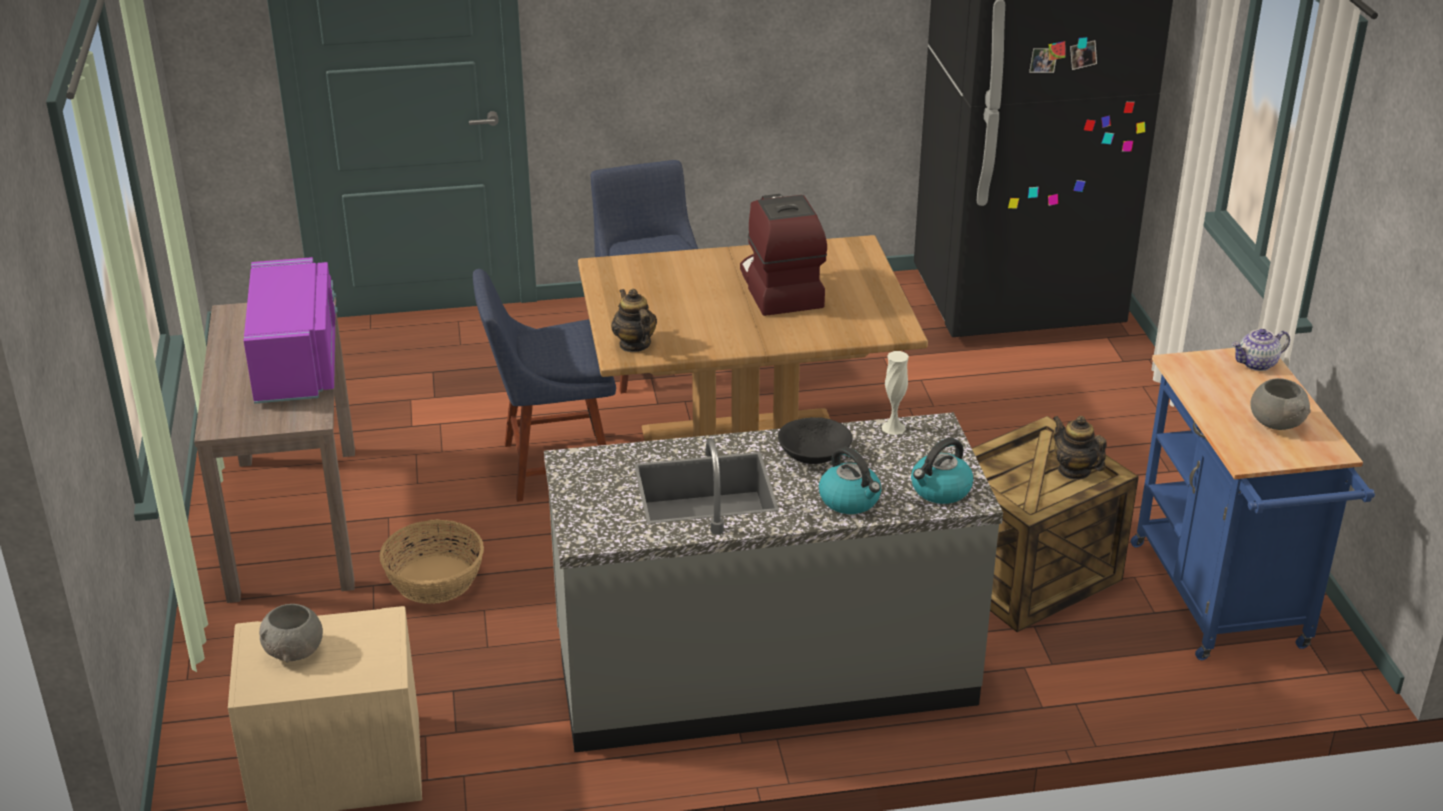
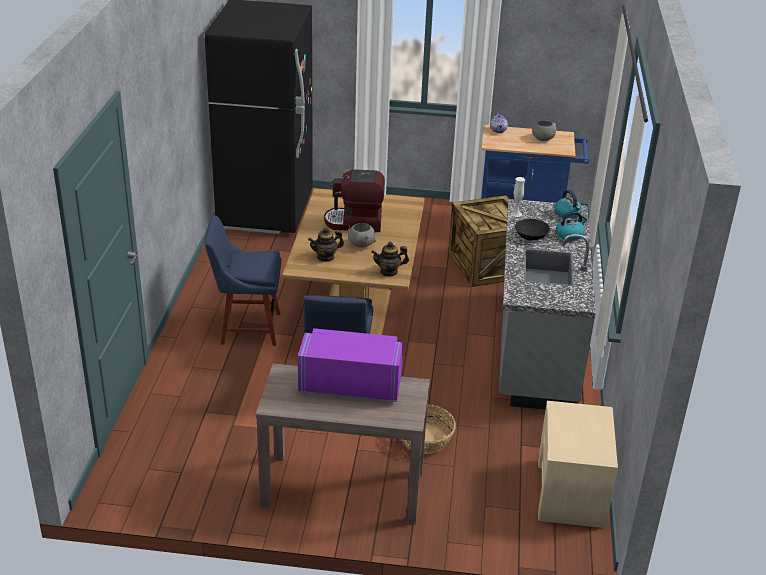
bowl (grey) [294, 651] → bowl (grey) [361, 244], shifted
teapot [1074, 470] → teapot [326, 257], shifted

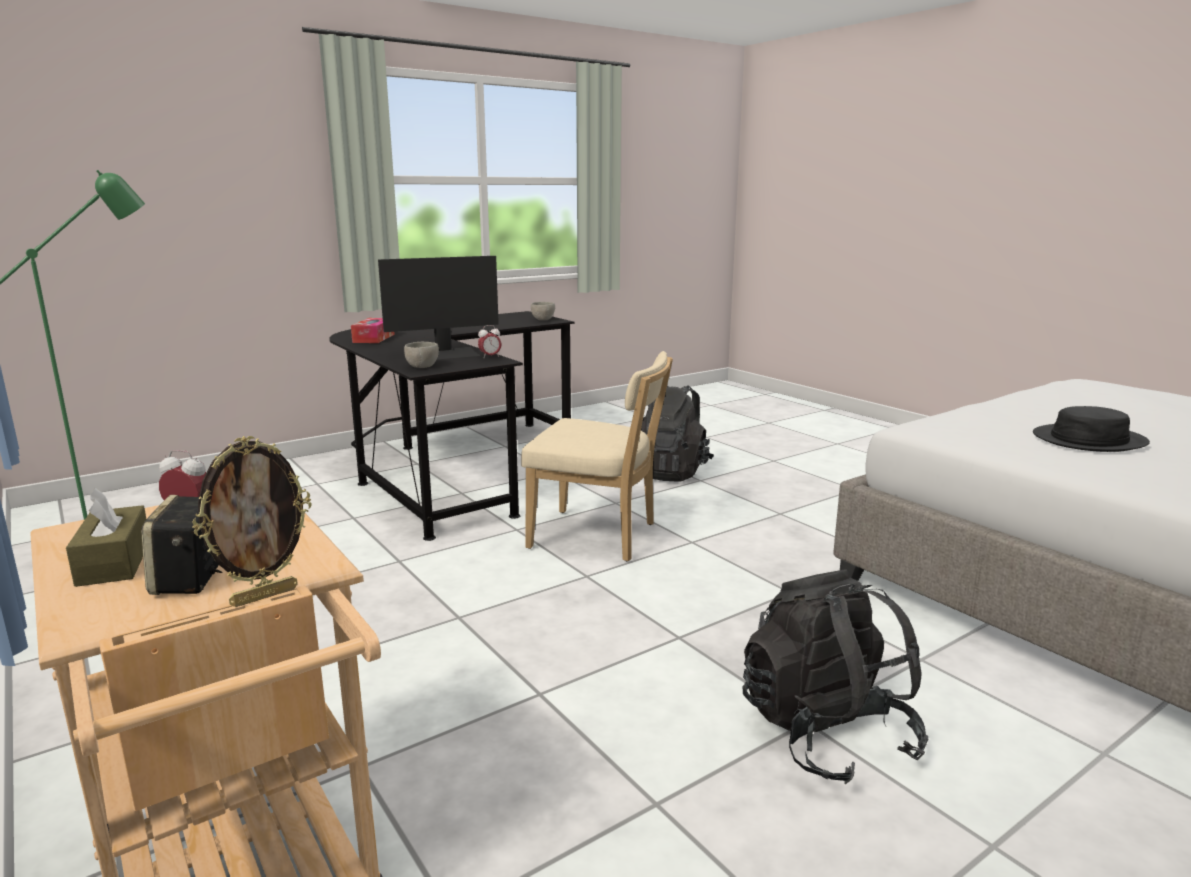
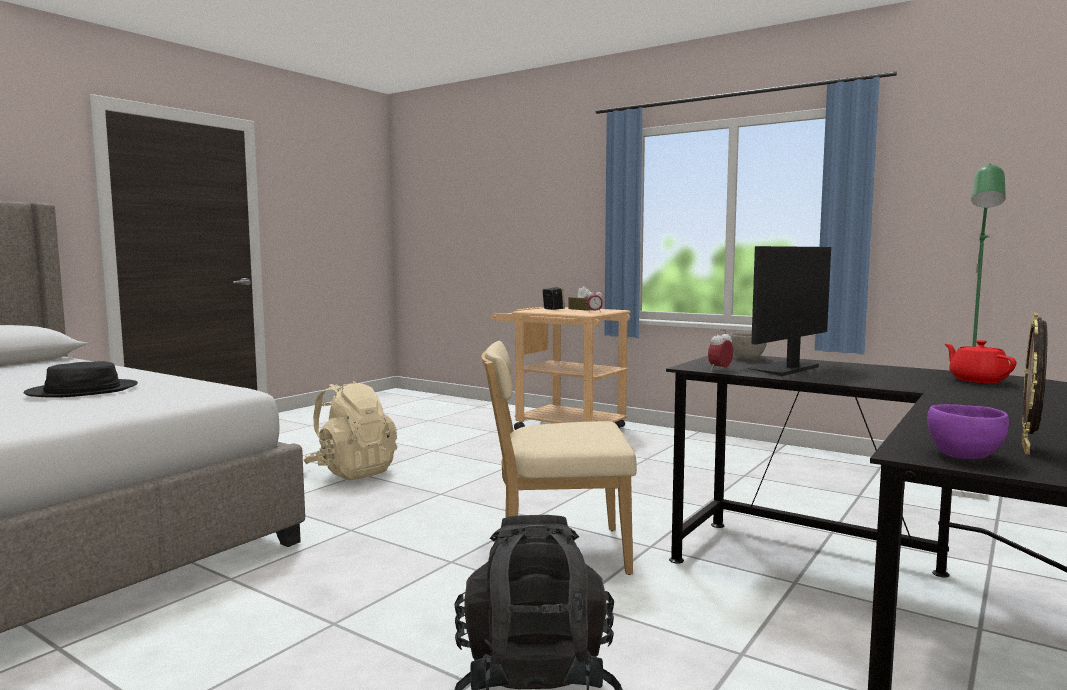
picture frame [264, 596] → picture frame [1028, 449], shifted
tissue box [374, 338] → teapot (red) [977, 380]
bowl (grey) [542, 319] → bowl (purple) [965, 455]
backpack (black) [826, 734] → backpack (beige) [352, 472]

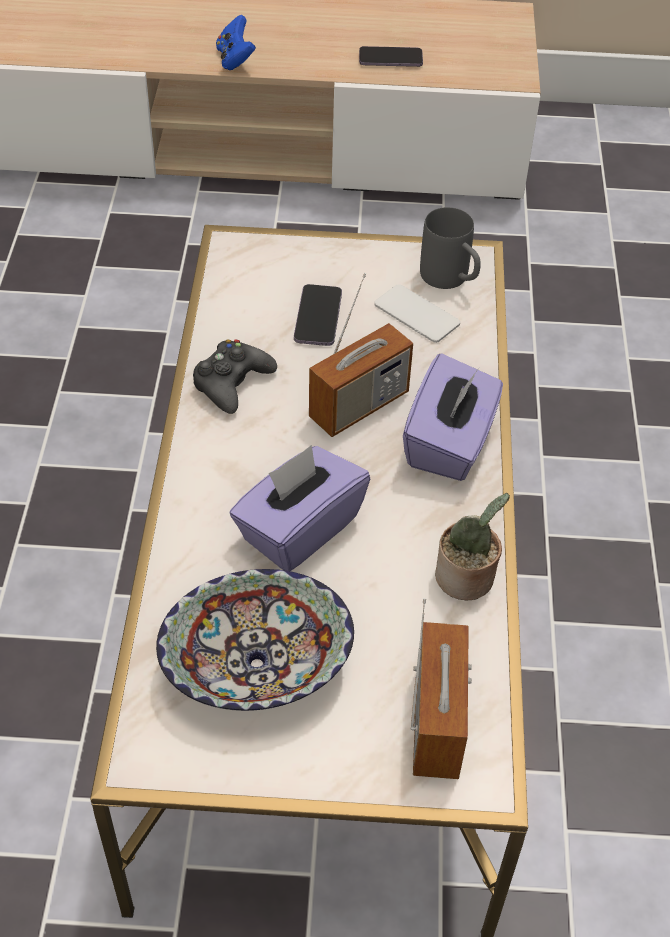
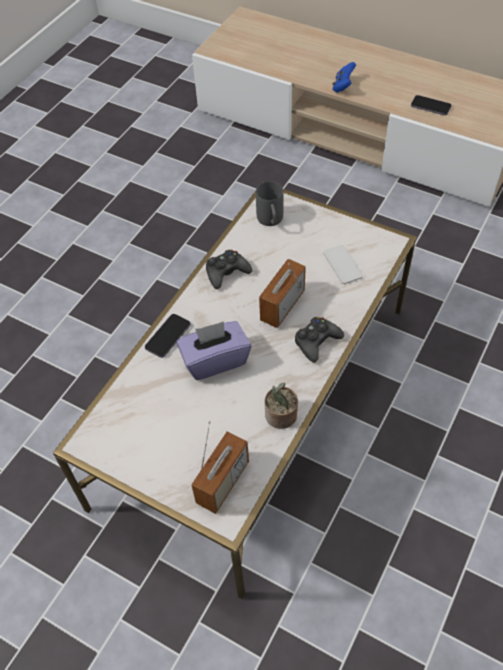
bowl [256, 664] → -
phone [318, 317] → phone [168, 336], shifted
mug (grey) [451, 280] → mug (grey) [271, 221], shifted
tissue box (purple) [450, 443] → game controller (black) [316, 342]
radio [359, 406] → radio [282, 306], 135 degrees clockwise

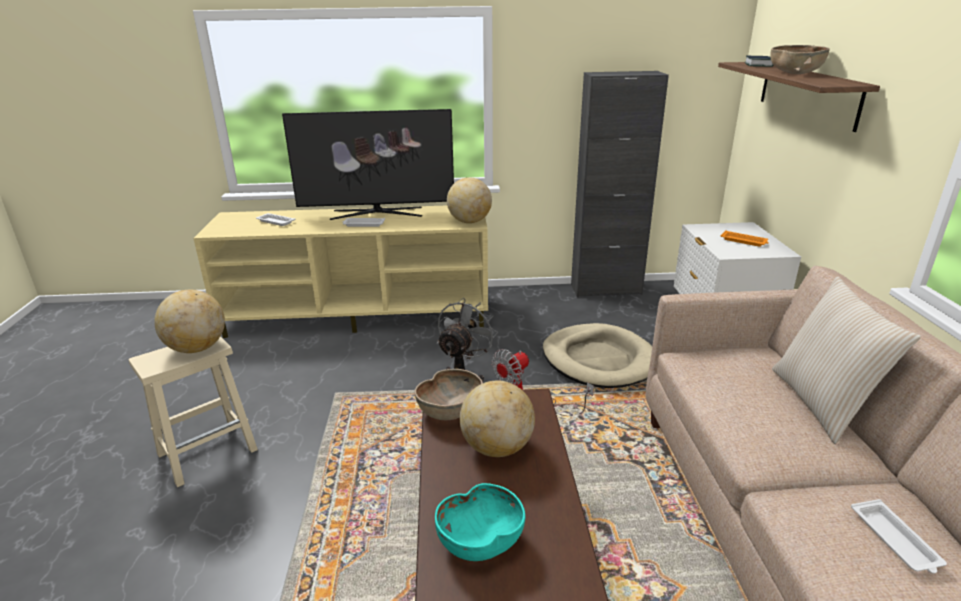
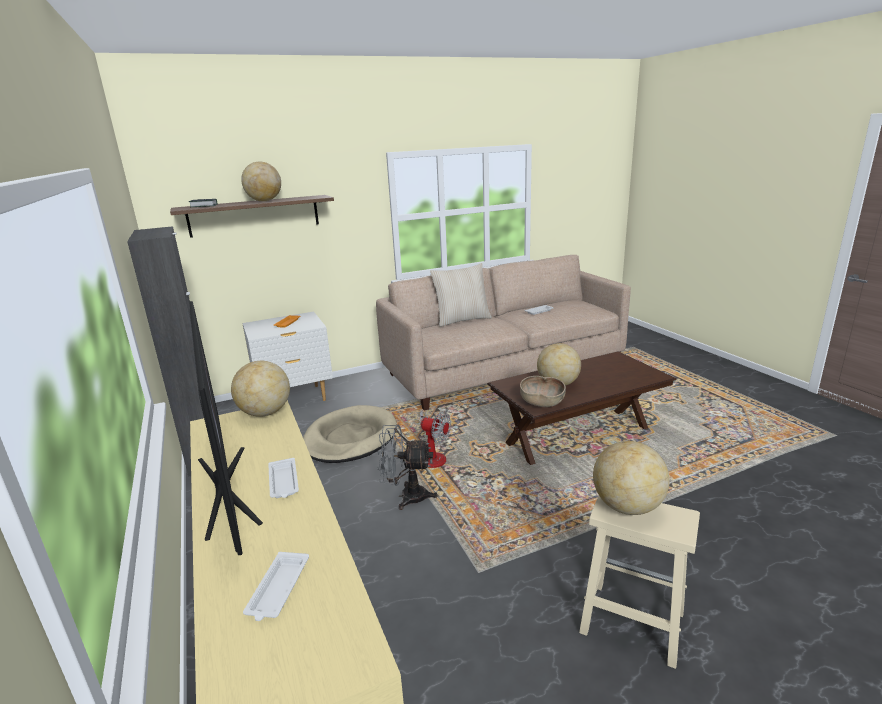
bowl (turquoise) [480, 542] → -
bowl (brown) [795, 73] → globe [264, 201]

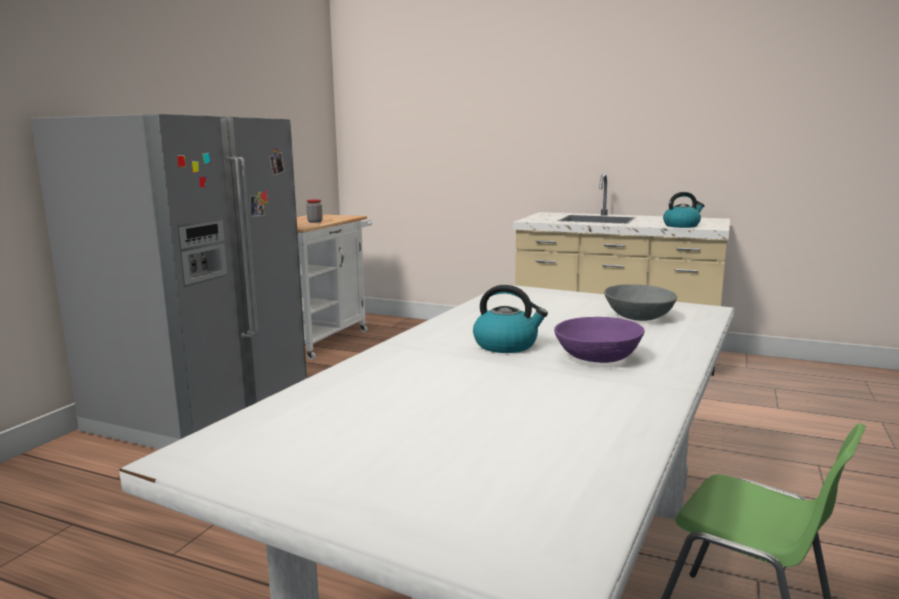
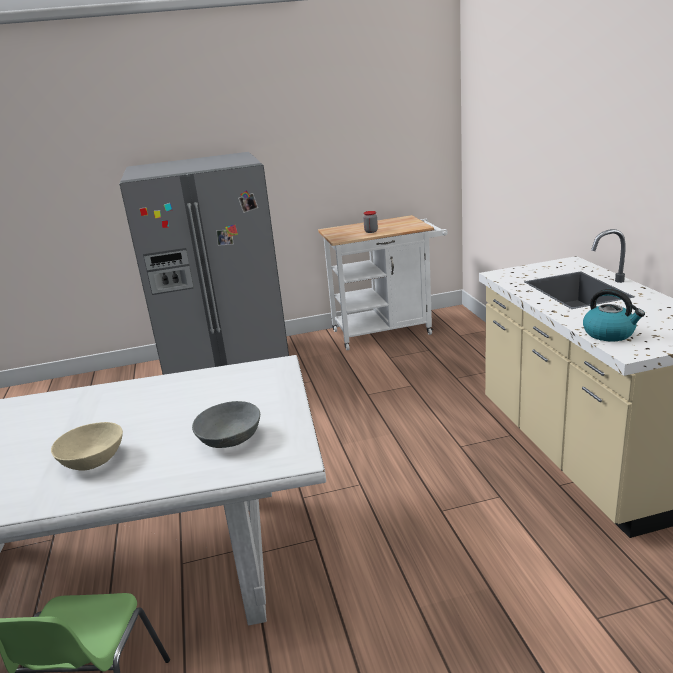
kettle [506, 345] → -
bowl (purple) [597, 357] → bowl (beige) [94, 460]

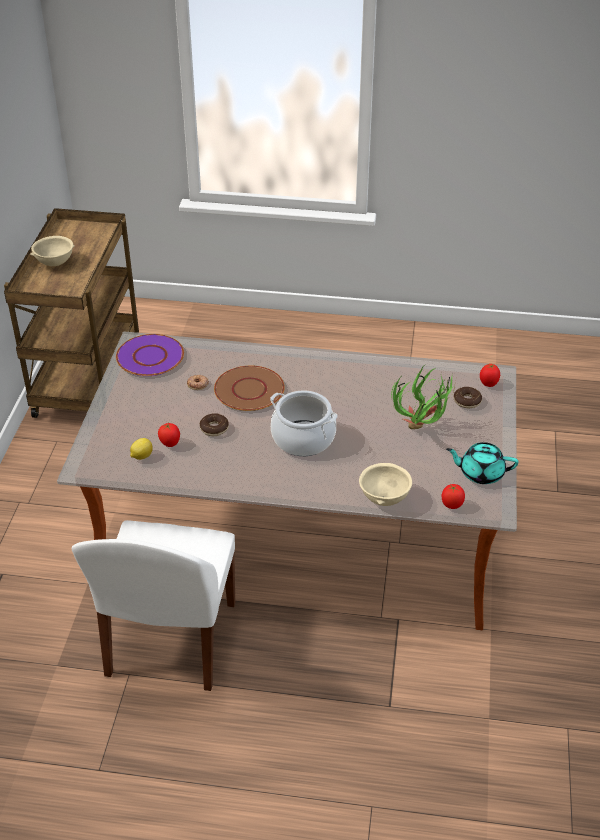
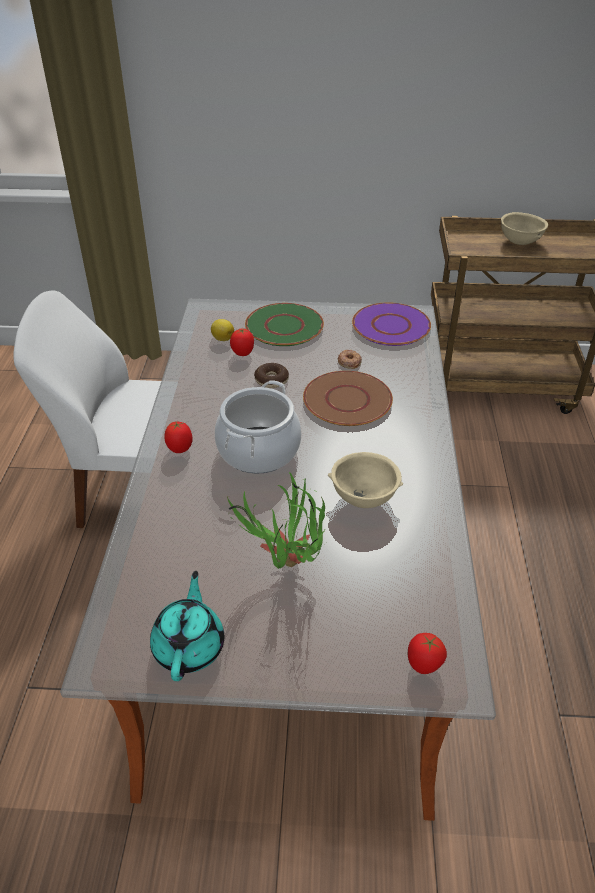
donut [467, 401] → -
- → plate (green) [284, 326]
bowl (beige) [383, 498] → bowl (beige) [363, 498], shifted
tomato [451, 505] → tomato [180, 449], shifted

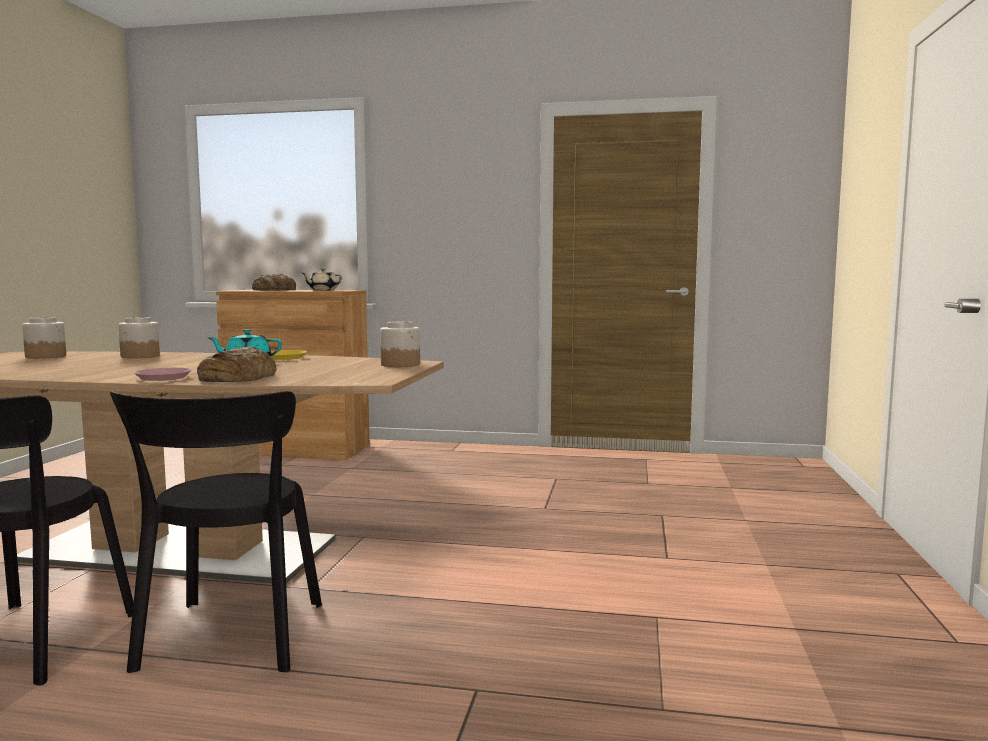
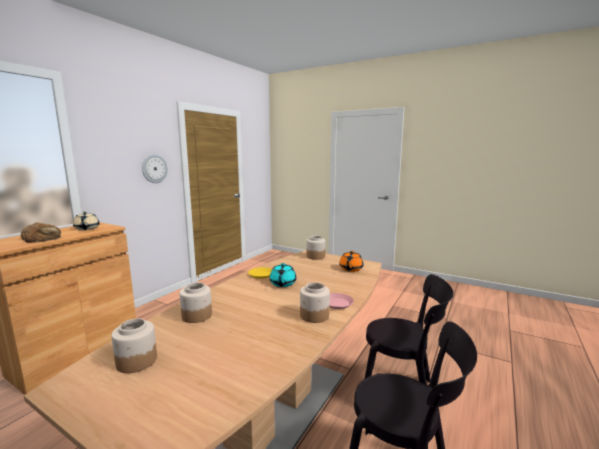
bread [238, 377] → -
- → wall clock [154, 168]
- → jar [314, 316]
- → teapot (orange) [350, 269]

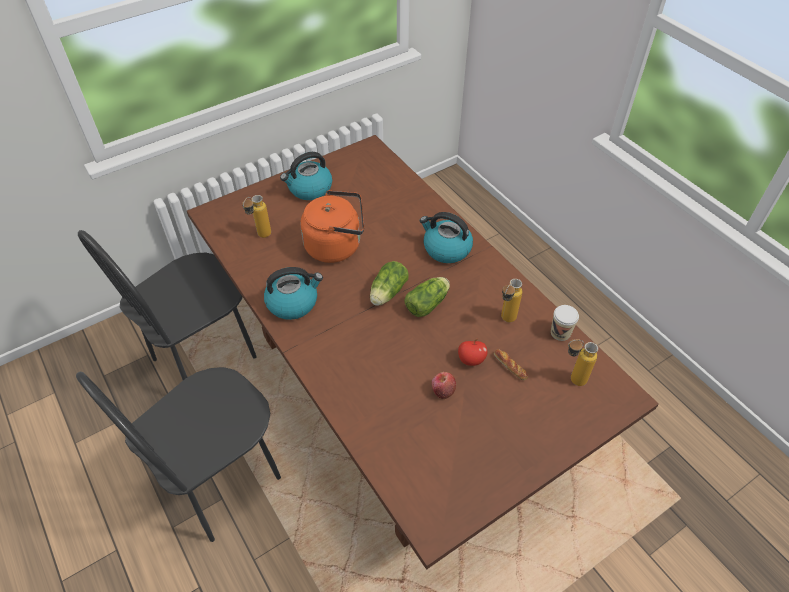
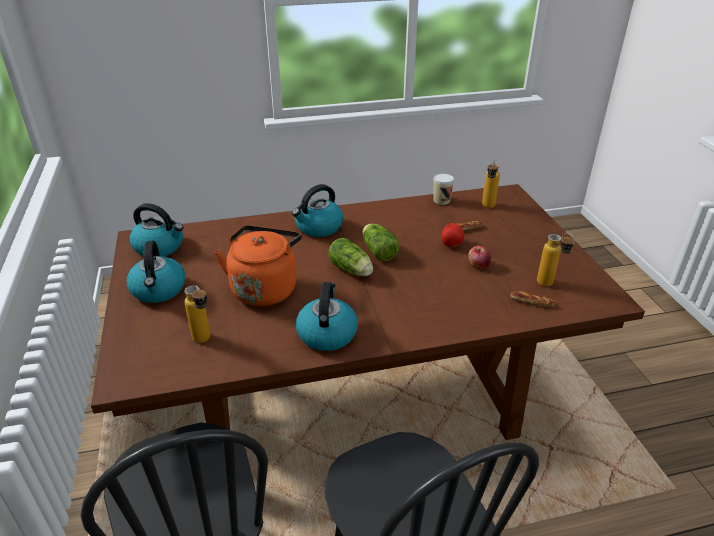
- → kettle [160, 247]
- → bread [532, 302]
bottle [505, 321] → bottle [549, 286], shifted

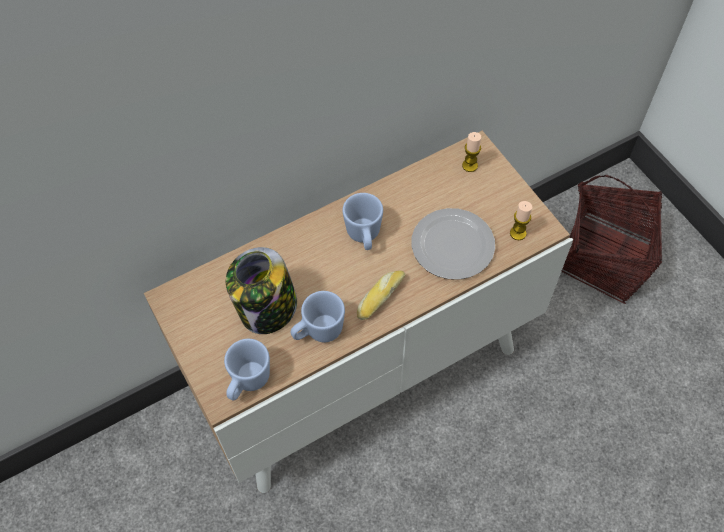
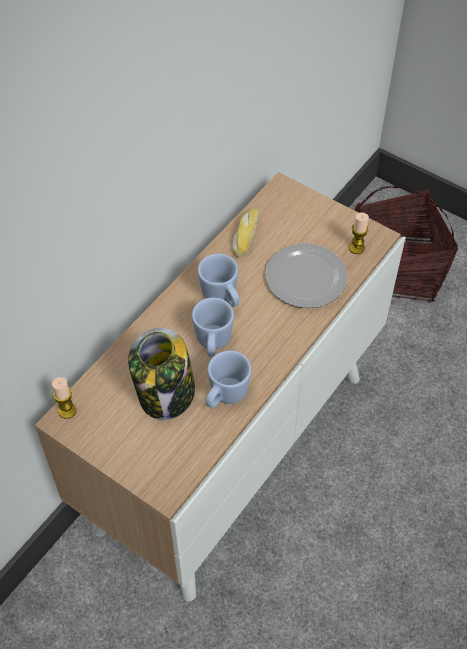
mug (blue) [248, 382] → mug (blue) [213, 343], shifted
bread [379, 296] → bread [245, 236], shifted
candle [470, 165] → candle [67, 410], shifted

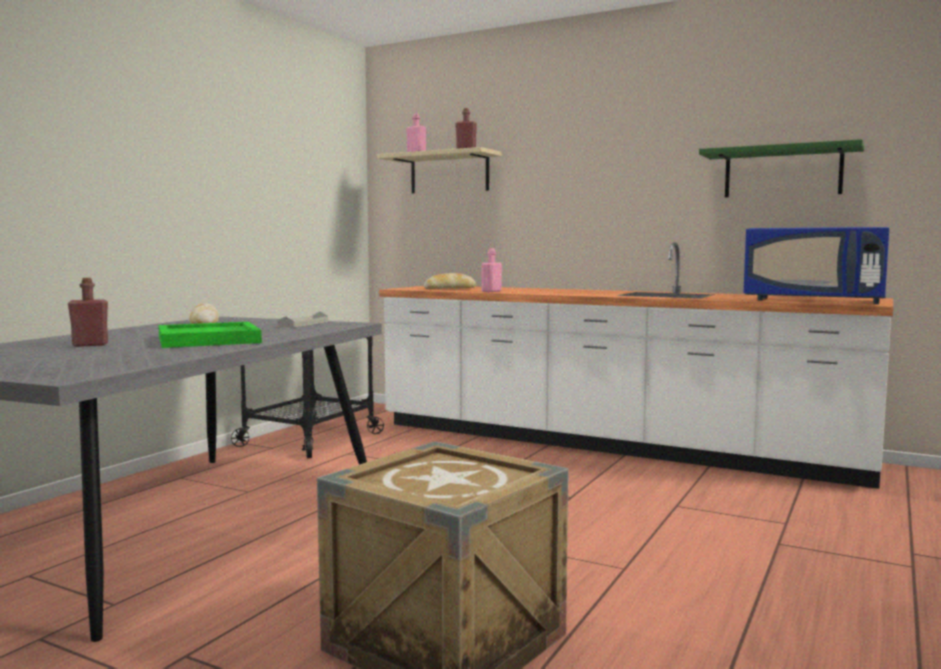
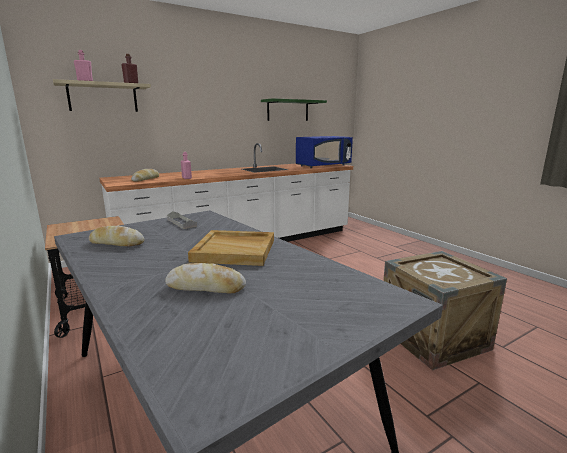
bottle (red) [90, 345] → bread [206, 287]
tray (green) [209, 340] → tray (beige) [235, 250]

